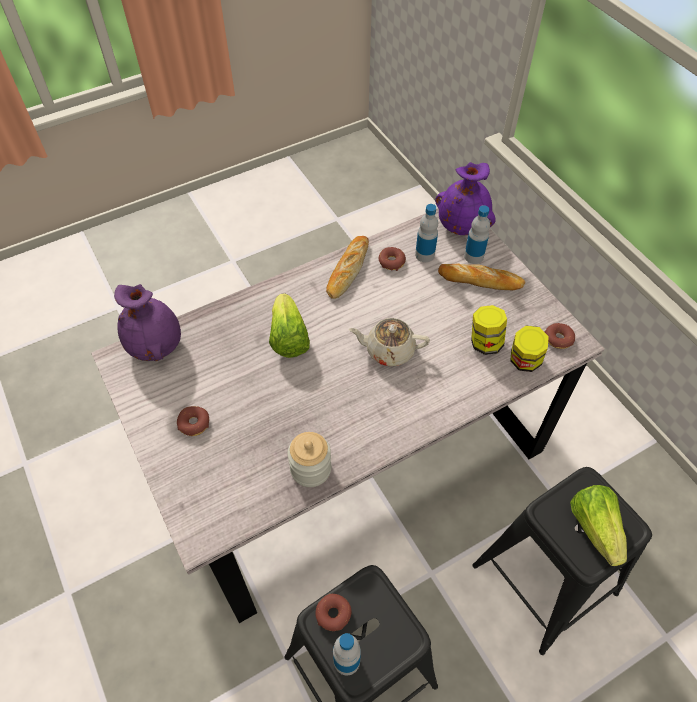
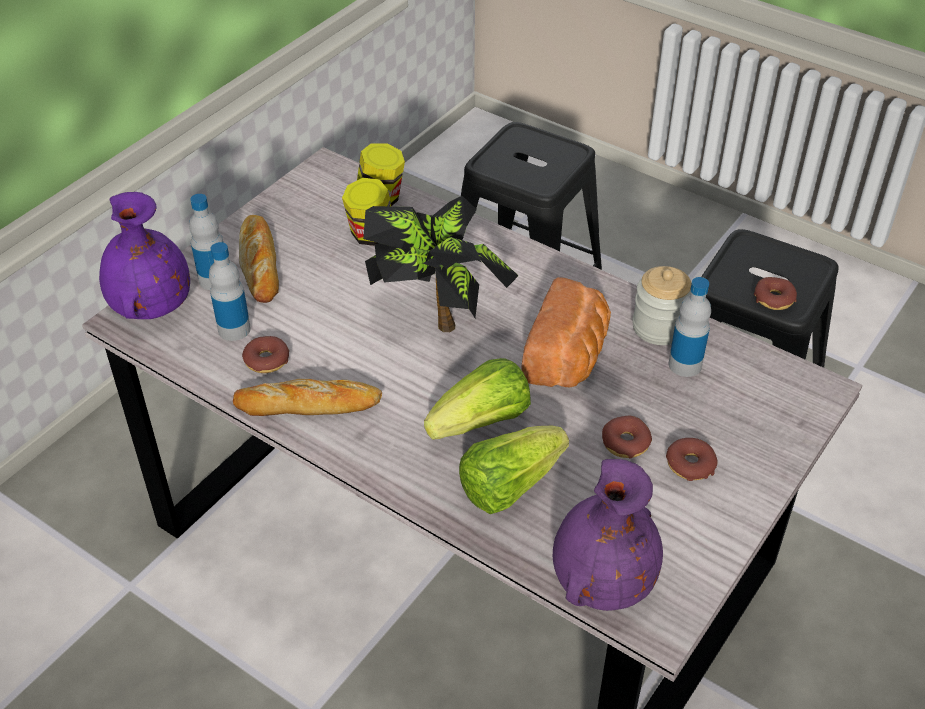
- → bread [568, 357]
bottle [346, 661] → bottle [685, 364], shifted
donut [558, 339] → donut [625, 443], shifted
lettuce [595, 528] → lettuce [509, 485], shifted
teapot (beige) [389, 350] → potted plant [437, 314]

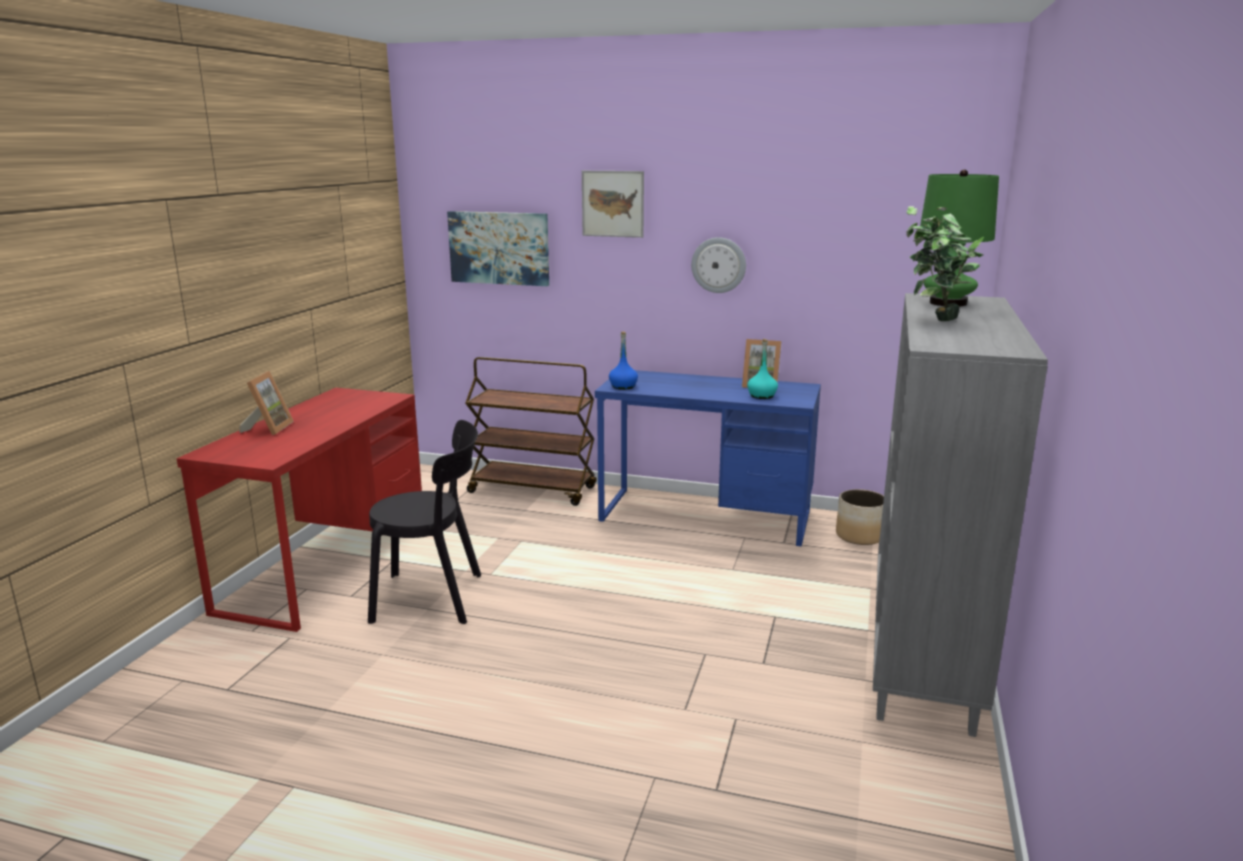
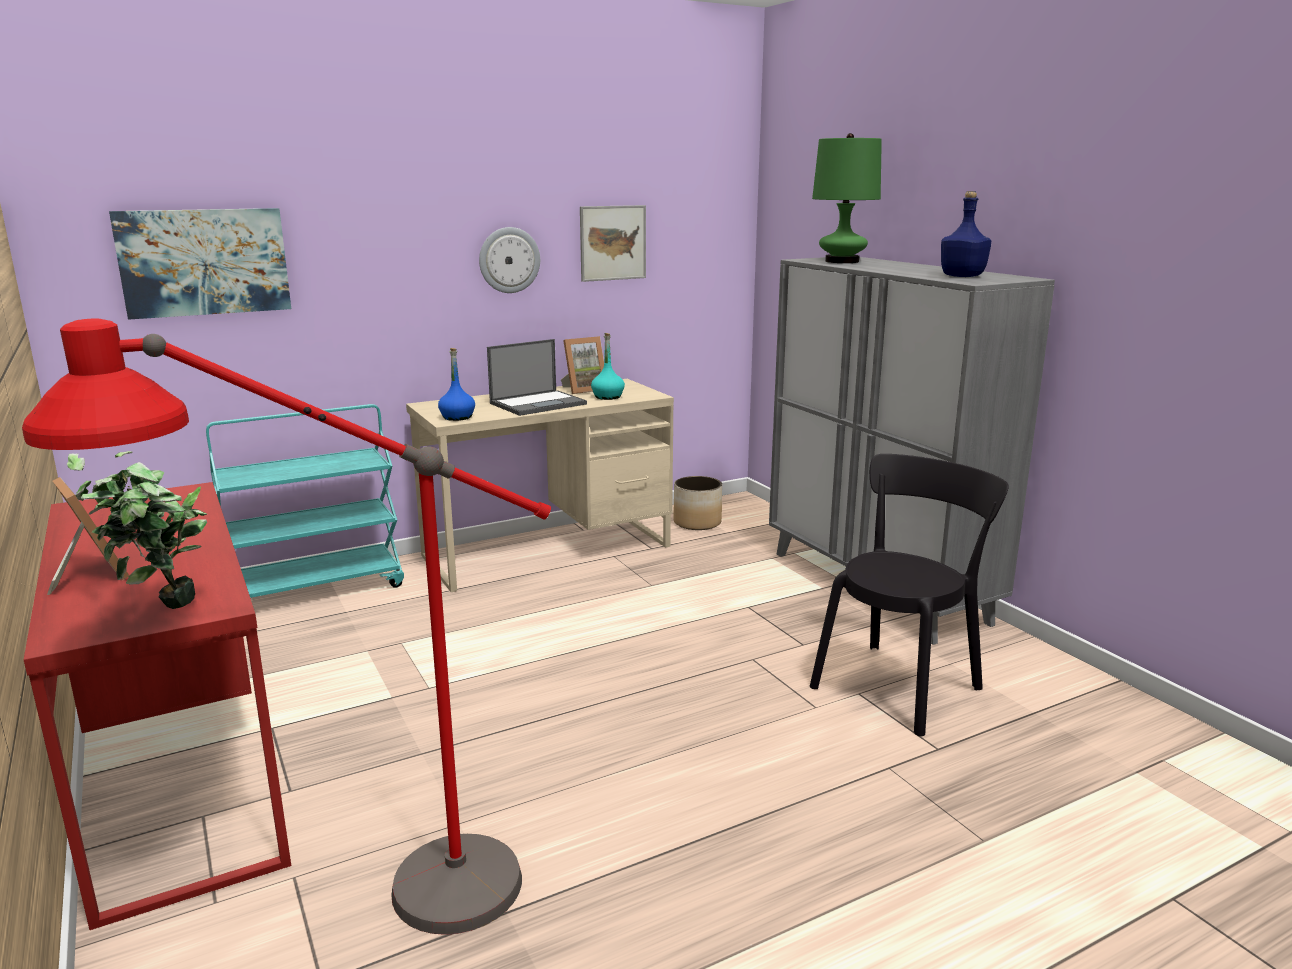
- → floor lamp (red) [363, 913]
- → laptop [539, 403]
- → bottle (blue) [962, 276]
chair (black) [434, 598] → chair (black) [900, 684], shifted
picture [613, 204] → picture [613, 243], shifted
potted plant [933, 320] → potted plant [159, 612], shifted
cart (brown) [533, 490] → cart (turquoise) [316, 589]
desk (blue) [705, 516] → desk (beige) [548, 551]

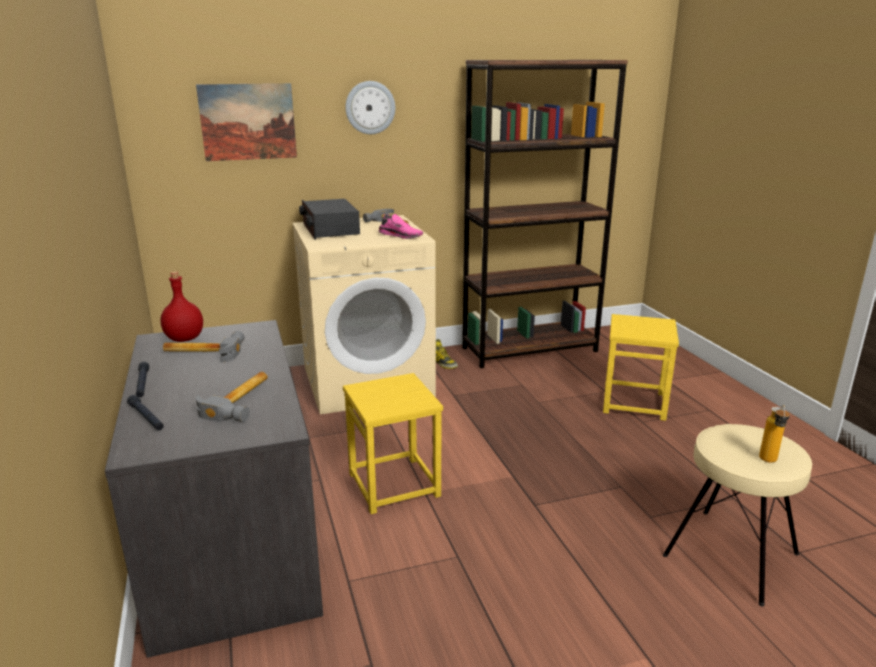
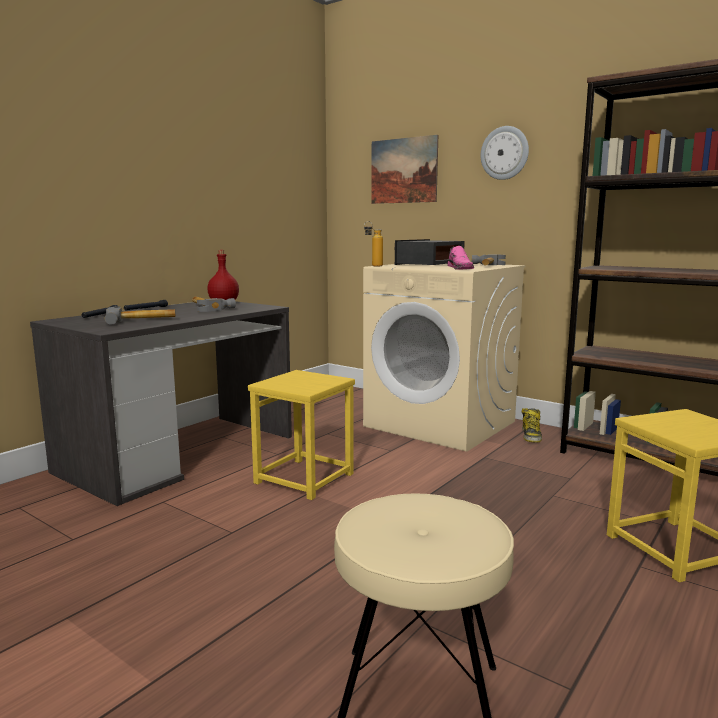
bottle [769, 462] → bottle [373, 266], shifted

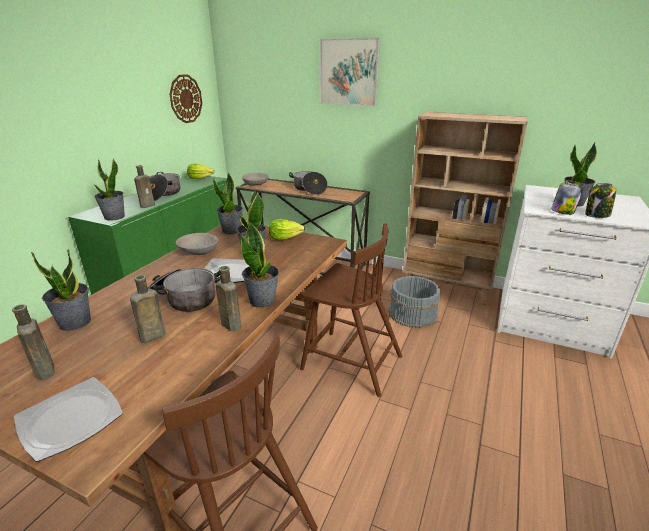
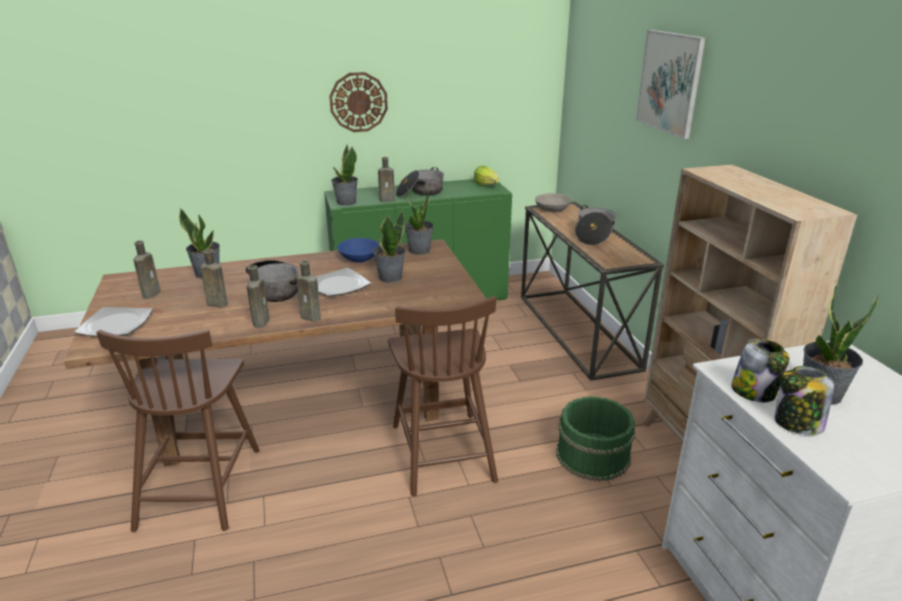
lettuce [285, 238] → -
wall clock [185, 99] → wall clock [358, 102], shifted
potted plant [263, 300] → bottle (brown) [312, 317]
bowl (grey) [198, 251] → bowl (blue) [359, 257]
bucket (grey) [412, 314] → bucket (green) [592, 455]

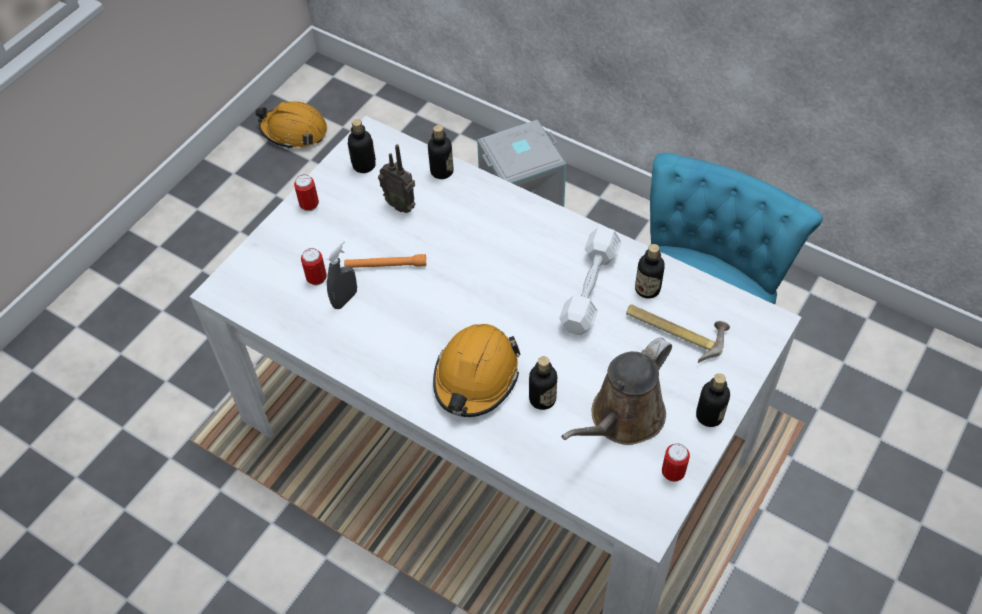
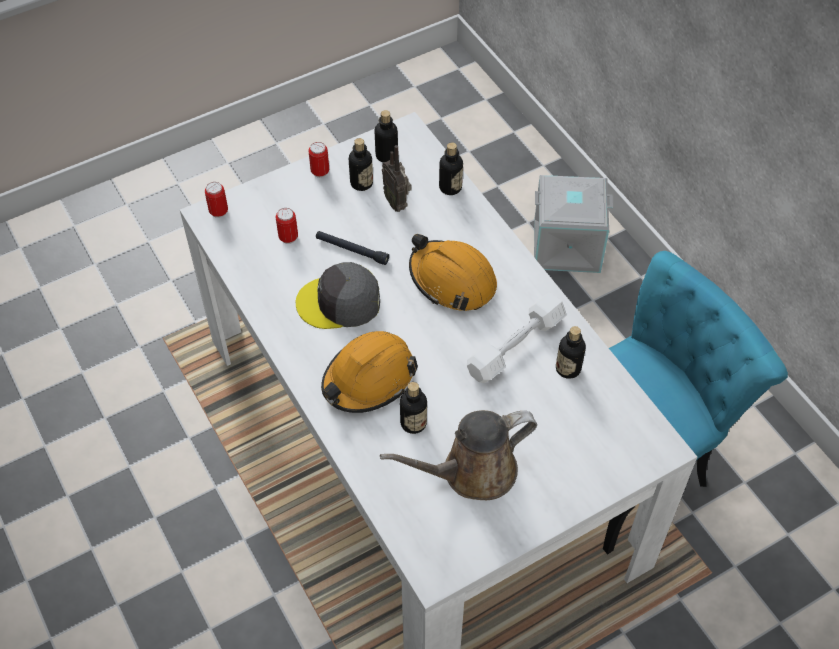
spray bottle (grey) [345, 299] → -
hammer [675, 330] → -
- → cap (grey) [339, 302]
hard hat (orange) [294, 131] → hard hat (orange) [452, 280], shifted
can [673, 473] → can [219, 212], shifted
bottle [709, 416] → bottle [361, 183], shifted
flashlight (orange) [385, 265] → flashlight (black) [352, 250]

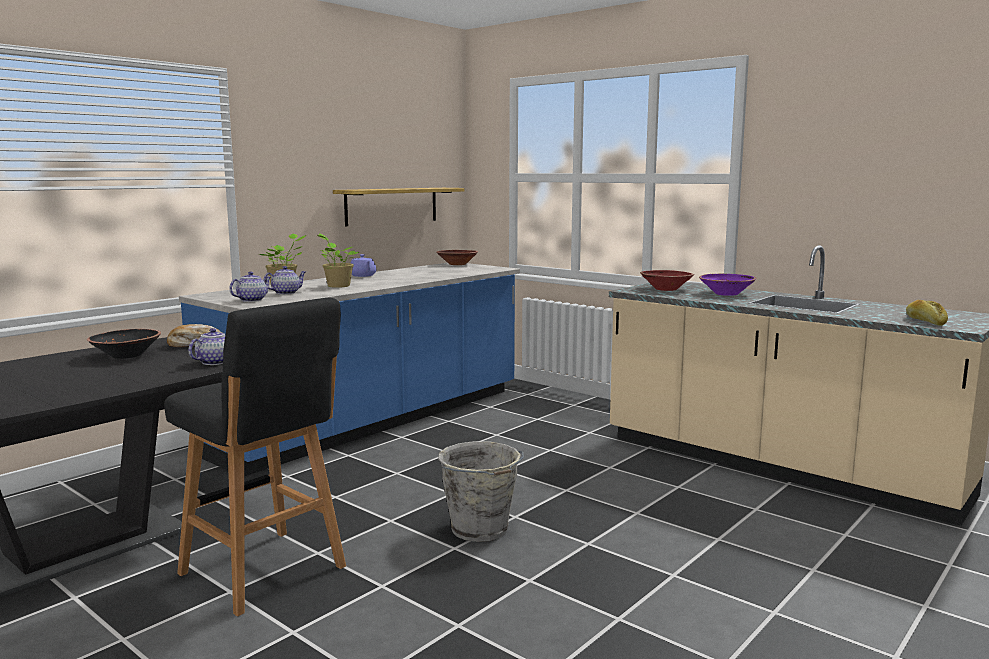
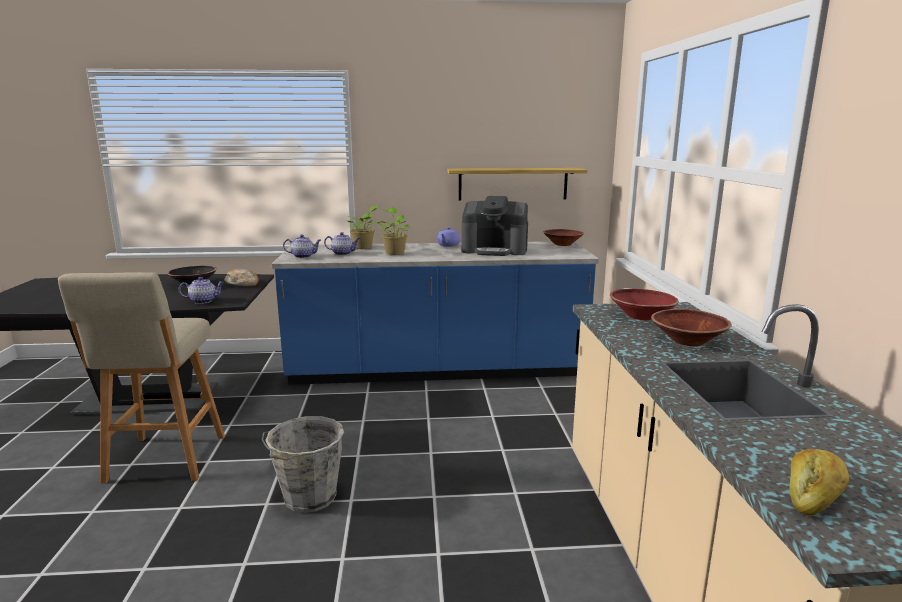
- → coffee machine [495, 250]
stool (black) [265, 572] → stool (beige) [165, 460]
bowl (purple) [726, 294] → bowl (brown) [688, 341]

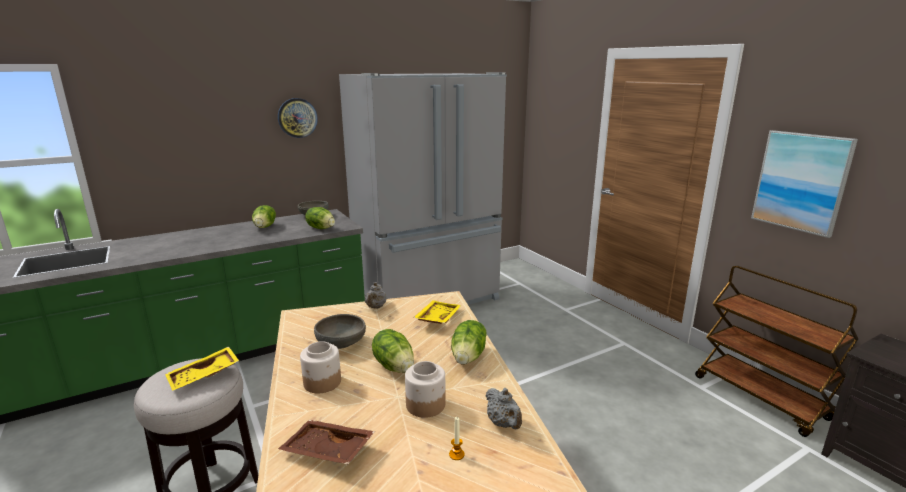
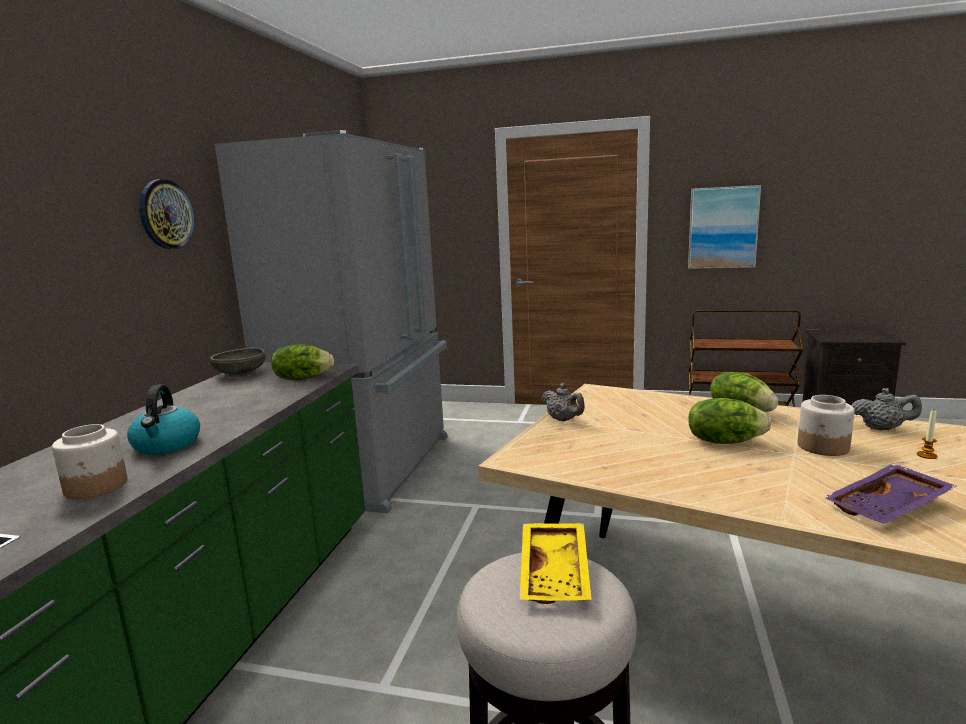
lettuce [265, 227] → -
bowl (grey) [341, 343] → -
tray (yellow) [437, 318] → -
- → kettle [167, 445]
jar [322, 382] → jar [96, 487], shifted
tray (brown) [327, 452] → tray (purple) [889, 507]

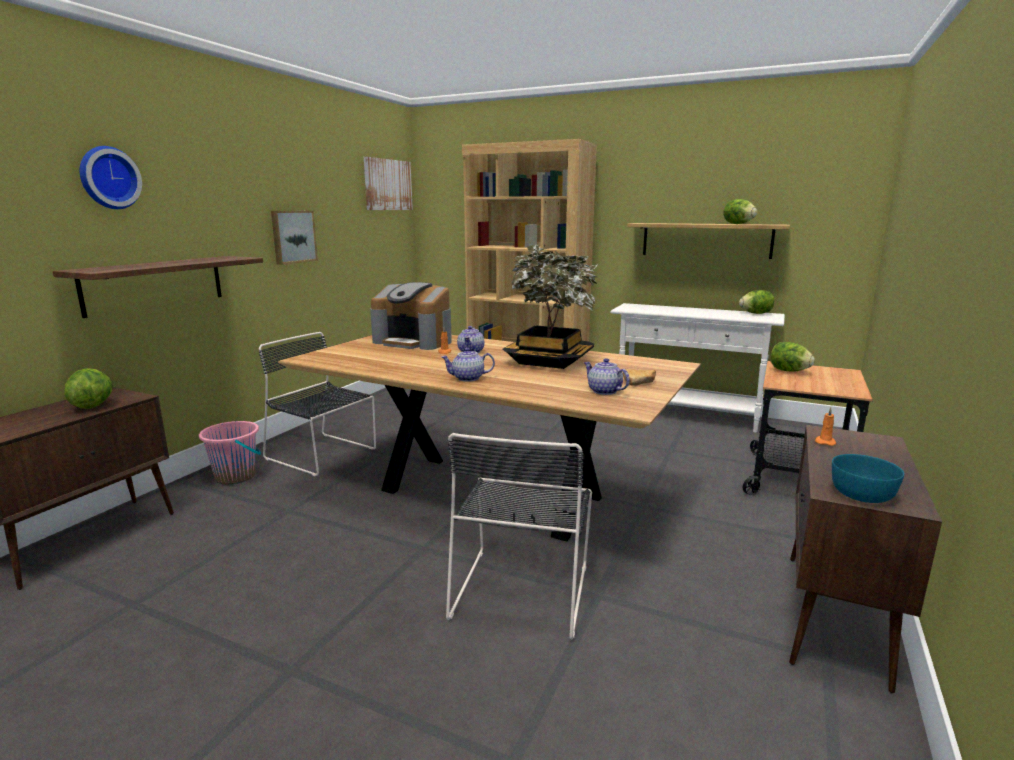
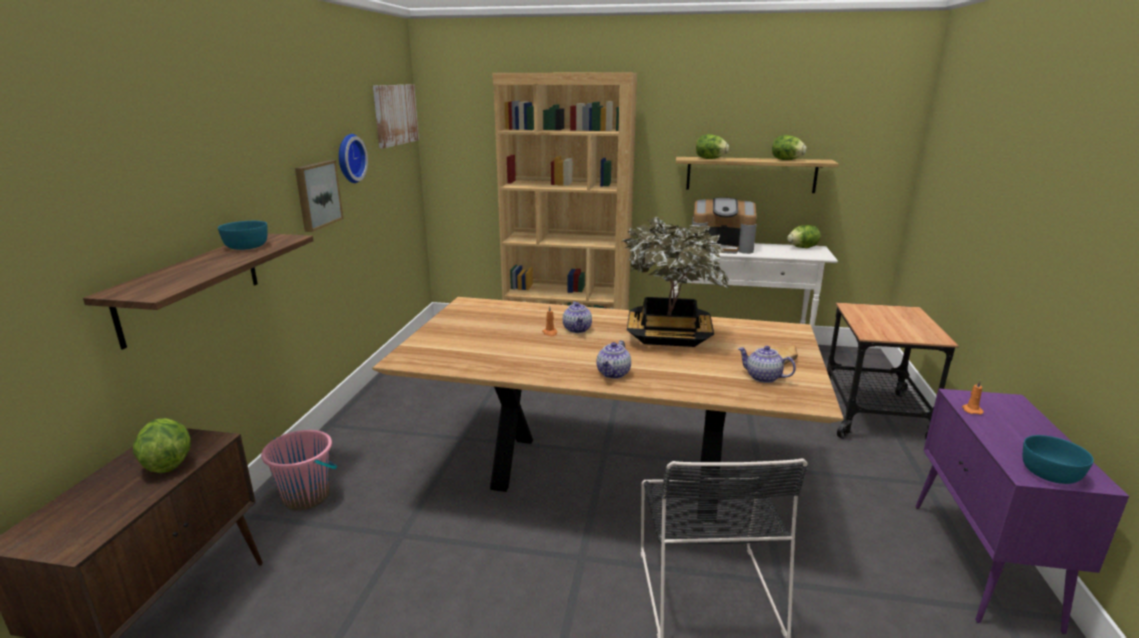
chair (black) [323, 454] → -
- → bowl (turquoise) [247, 246]
wall clock [108, 178] → wall clock [349, 158], shifted
coffee machine [414, 341] → coffee machine [721, 247], shifted
lettuce [789, 371] → lettuce [710, 159], shifted
cabinet (brown) [834, 617] → cabinet (purple) [982, 564]
teapot [467, 378] → teapot [613, 374], 45 degrees counterclockwise

